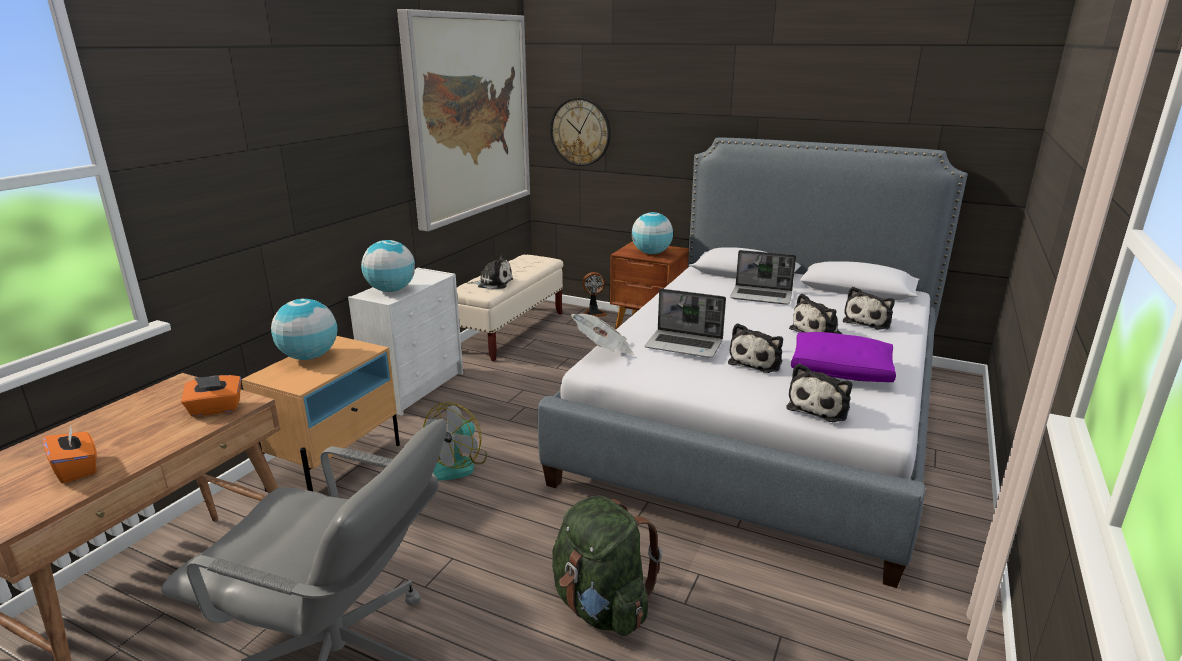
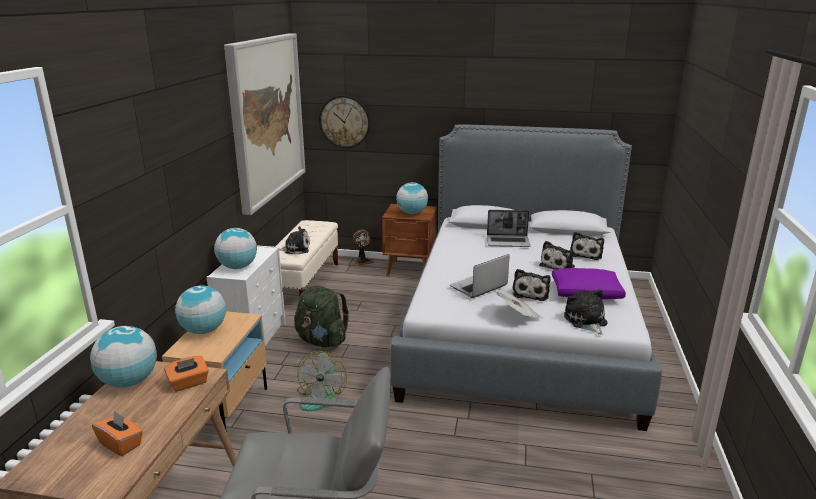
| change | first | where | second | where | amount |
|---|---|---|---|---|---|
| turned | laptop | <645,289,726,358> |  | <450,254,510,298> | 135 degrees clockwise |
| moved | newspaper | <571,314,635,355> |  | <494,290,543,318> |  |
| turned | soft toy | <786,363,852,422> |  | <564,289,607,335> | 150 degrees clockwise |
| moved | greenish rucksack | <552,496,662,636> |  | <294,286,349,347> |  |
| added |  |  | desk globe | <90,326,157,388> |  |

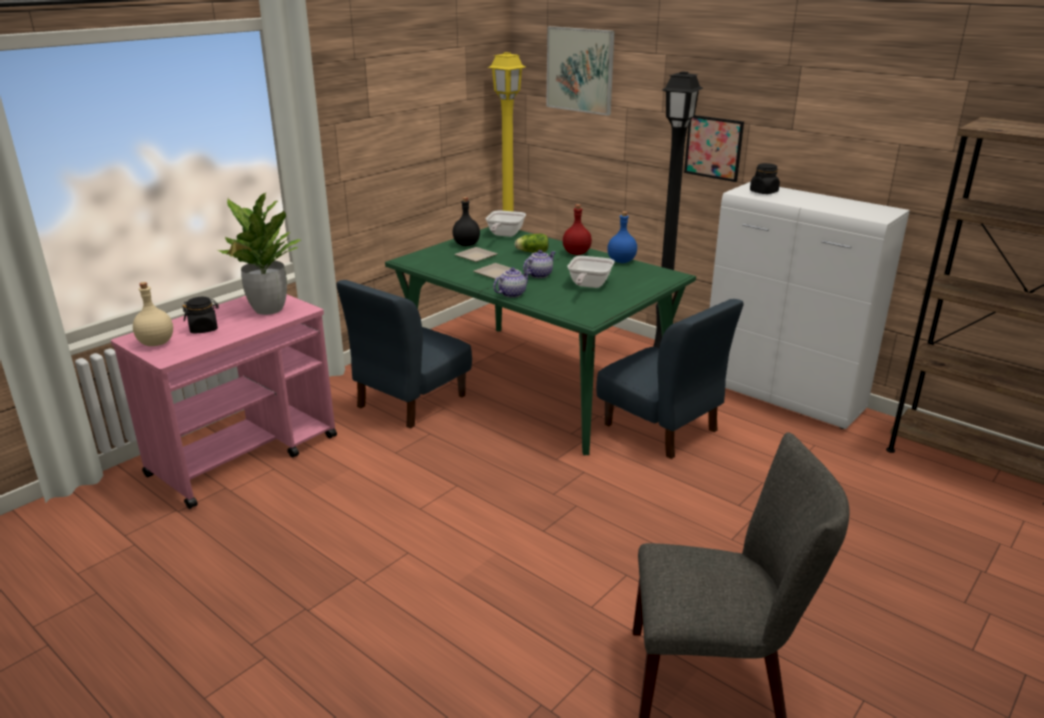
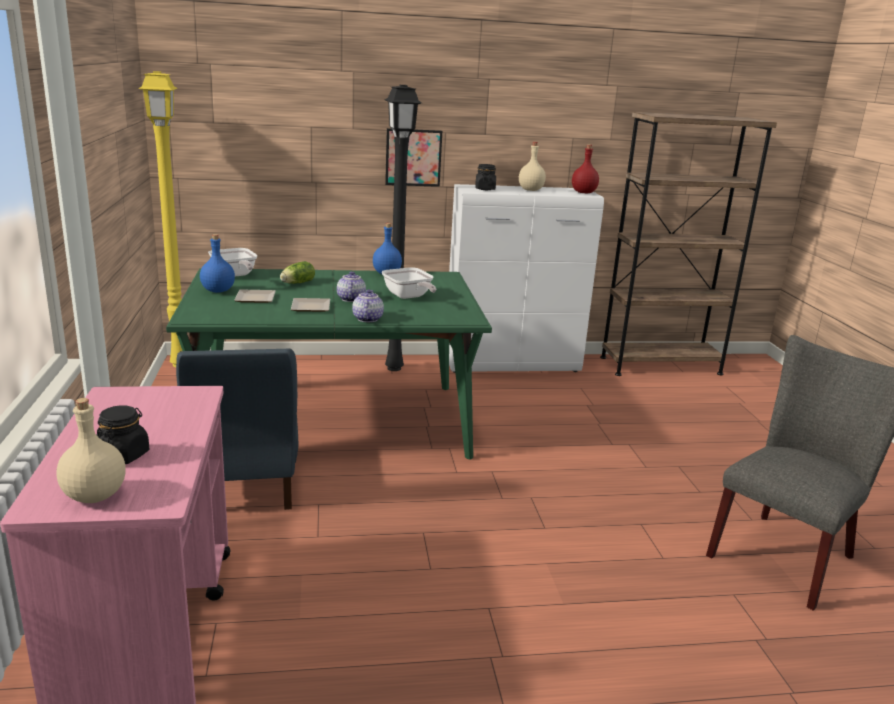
| change | first | where | second | where | amount |
|---|---|---|---|---|---|
| removed | wall art | <546,26,615,116> |  |  |  |
| removed | potted plant | <218,192,301,315> |  |  |  |
| recoloured | black-coloured drink bottle | <452,197,480,246> | blue-coloured drink bottle | <200,234,235,293> |  |
| moved | red-coloured drink bottle | <563,204,592,255> |  | <572,145,599,193> |  |
| removed | blue-coloured chair | <596,299,744,459> |  |  |  |
| added |  |  | sand-coloured drink bottle | <519,142,546,191> |  |

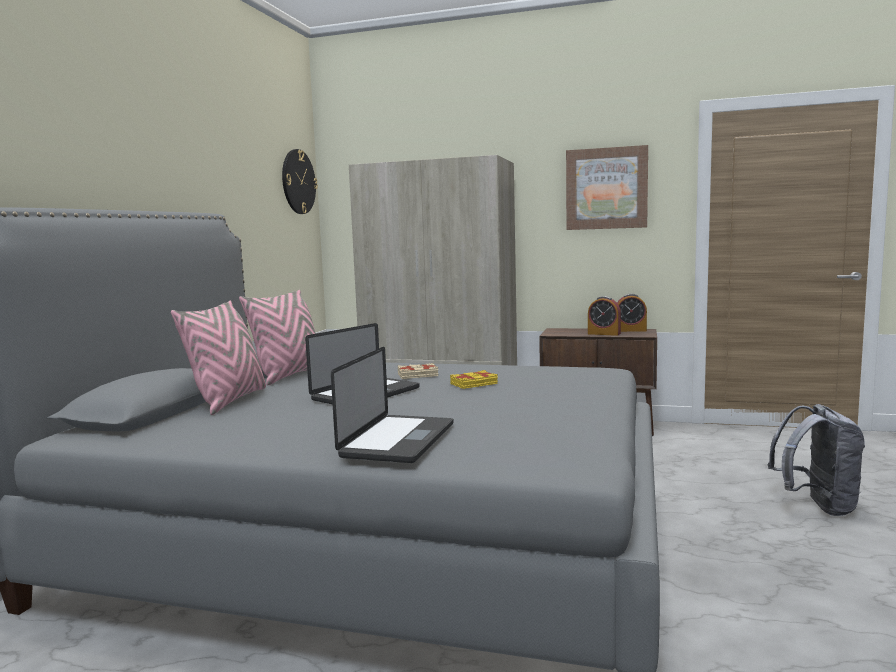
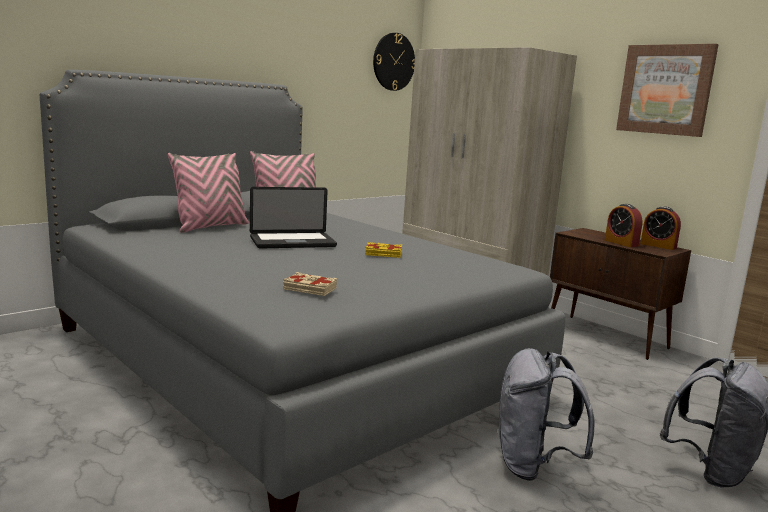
| change | first | where | second | where | amount |
|---|---|---|---|---|---|
| removed | laptop | <331,347,453,463> |  |  |  |
| moved | sand-coloured book | <398,363,439,379> |  | <283,272,337,296> |  |
| added |  |  | gray rucksack | <497,348,595,481> |  |

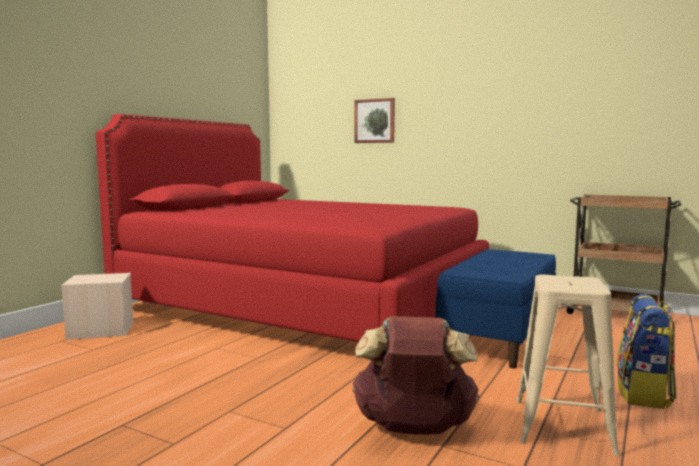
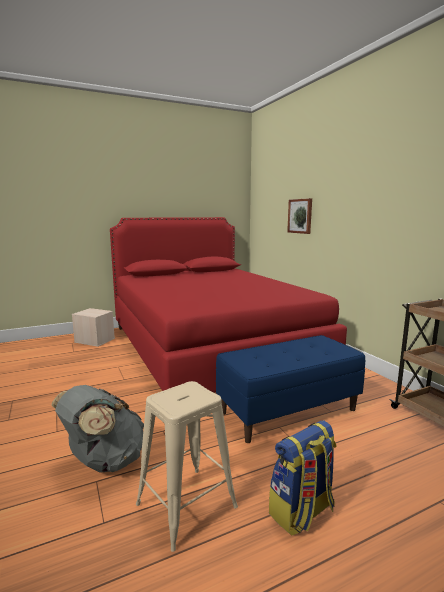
| change | first | where | second | where | amount |
|---|---|---|---|---|---|
| recoloured | brown rucksack | <352,316,479,435> | gray rucksack | <51,385,144,472> |  |

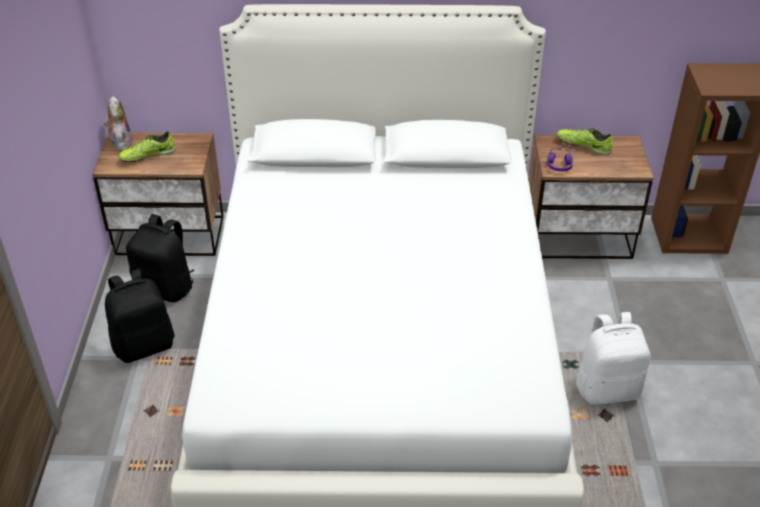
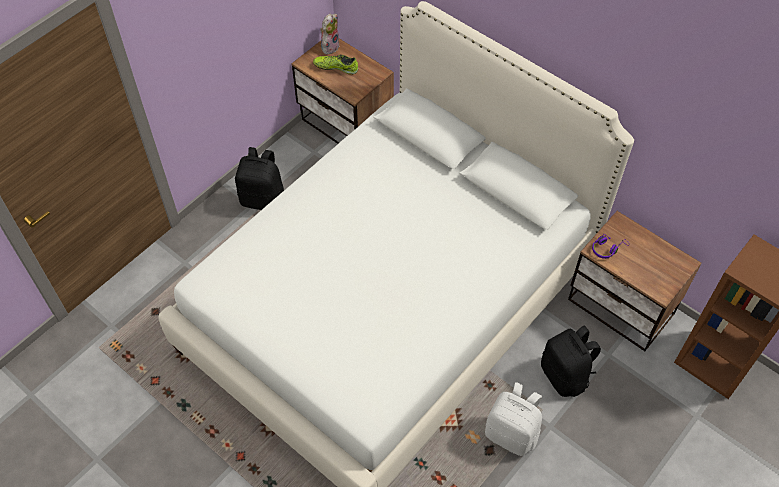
| change | first | where | second | where | amount |
|---|---|---|---|---|---|
| removed | shoe | <557,128,613,155> |  |  |  |
| moved | black-coloured rucksack | <126,214,194,302> |  | <541,326,601,397> |  |

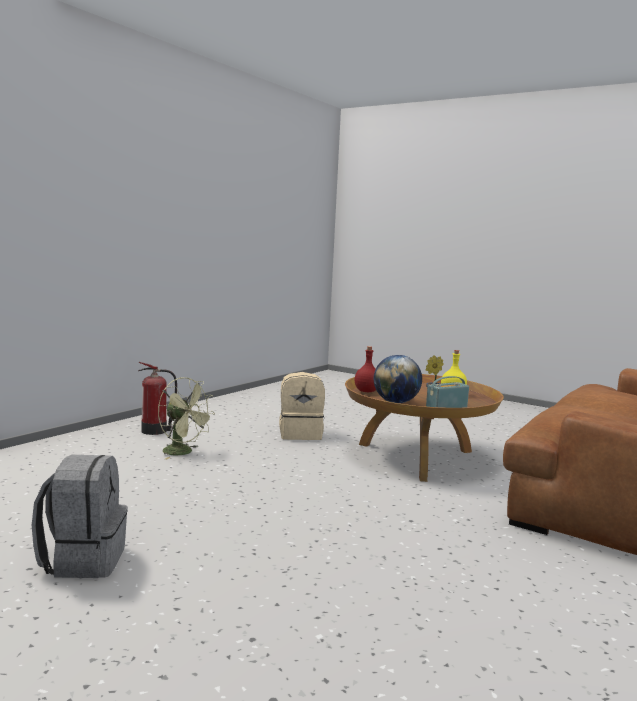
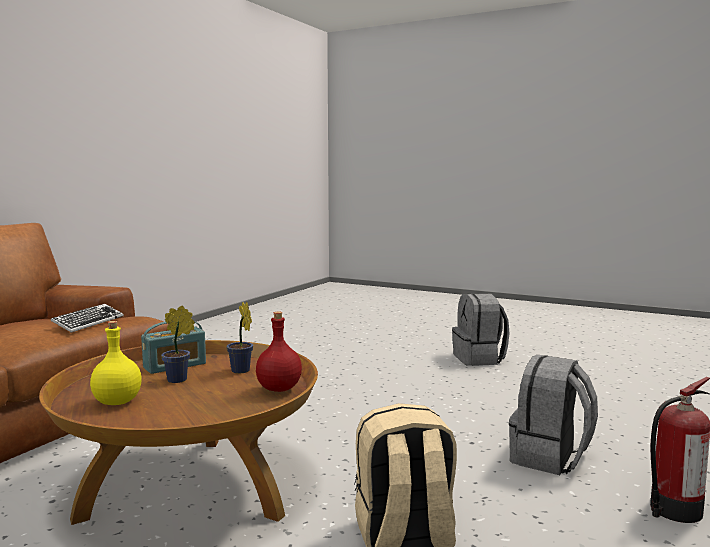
| change | first | where | second | where | amount |
|---|---|---|---|---|---|
| replaced | desk globe | <374,355,422,403> | potted plant | <226,302,253,373> |  |
| replaced | greenish fan | <158,377,215,459> | gray rucksack | <509,355,598,475> |  |
| added |  |  | computer keyboard | <51,304,123,333> |  |

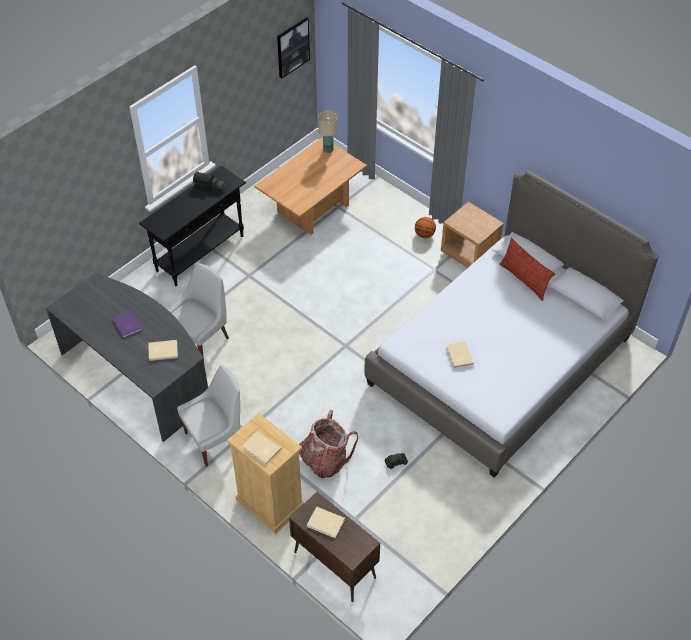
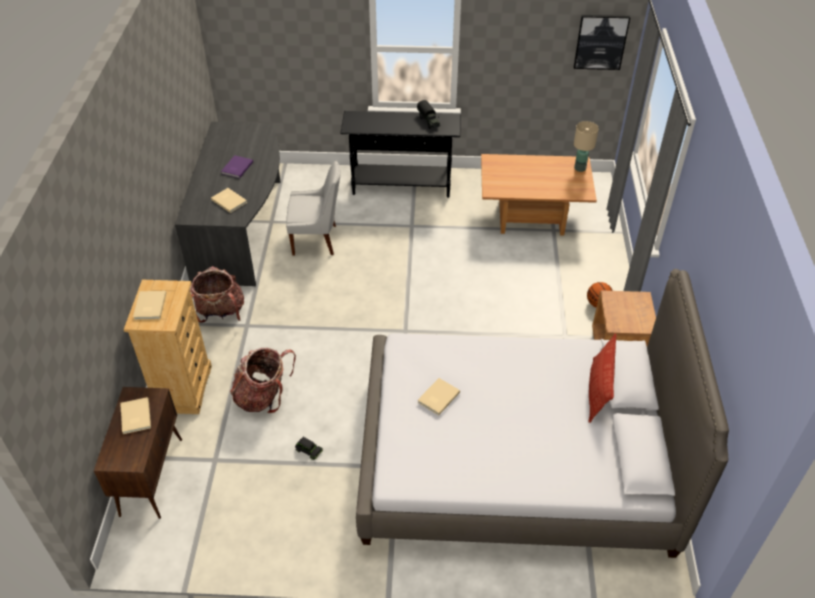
| change | first | where | second | where | amount |
|---|---|---|---|---|---|
| replaced | white chair | <177,365,240,467> | rucksack | <190,266,244,323> |  |

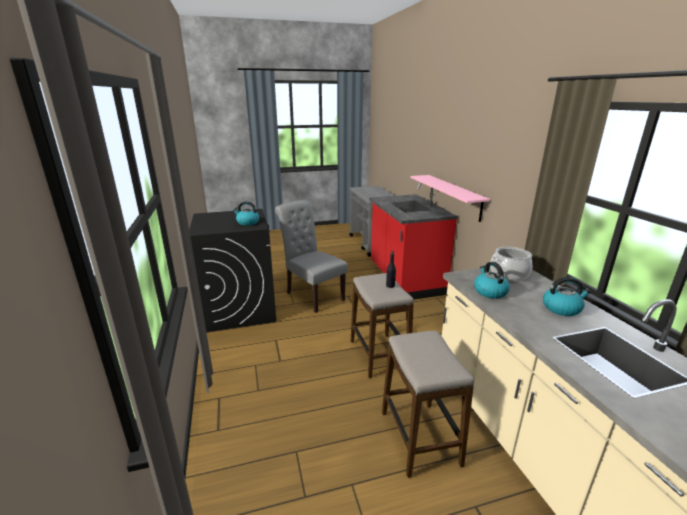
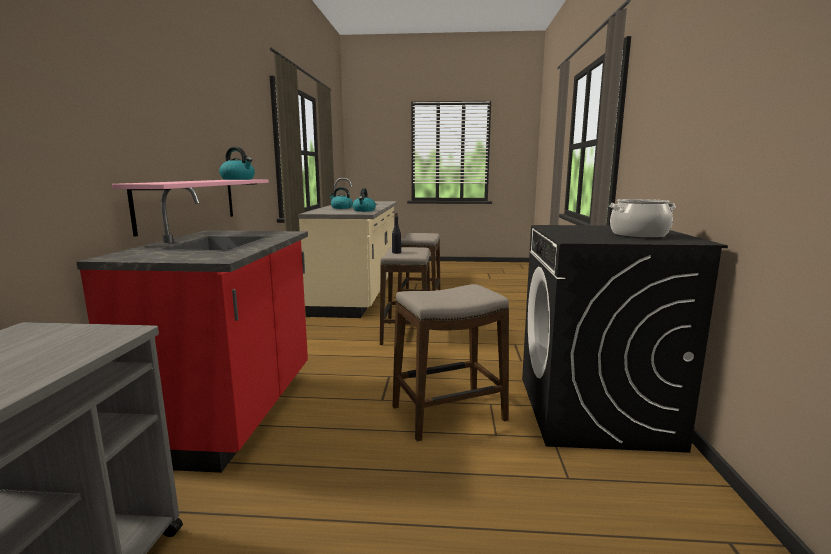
| change | first | where | second | where | amount |
|---|---|---|---|---|---|
| replaced | gray chair | <275,200,348,313> | stool seat | <393,284,509,442> |  |
| moved | water kettle | <233,201,259,225> |  | <219,147,255,180> |  |
| moved | stockpot | <490,247,532,281> |  | <609,199,676,238> |  |

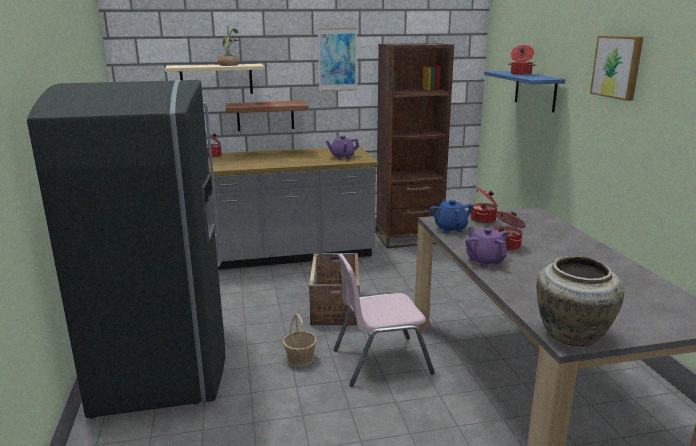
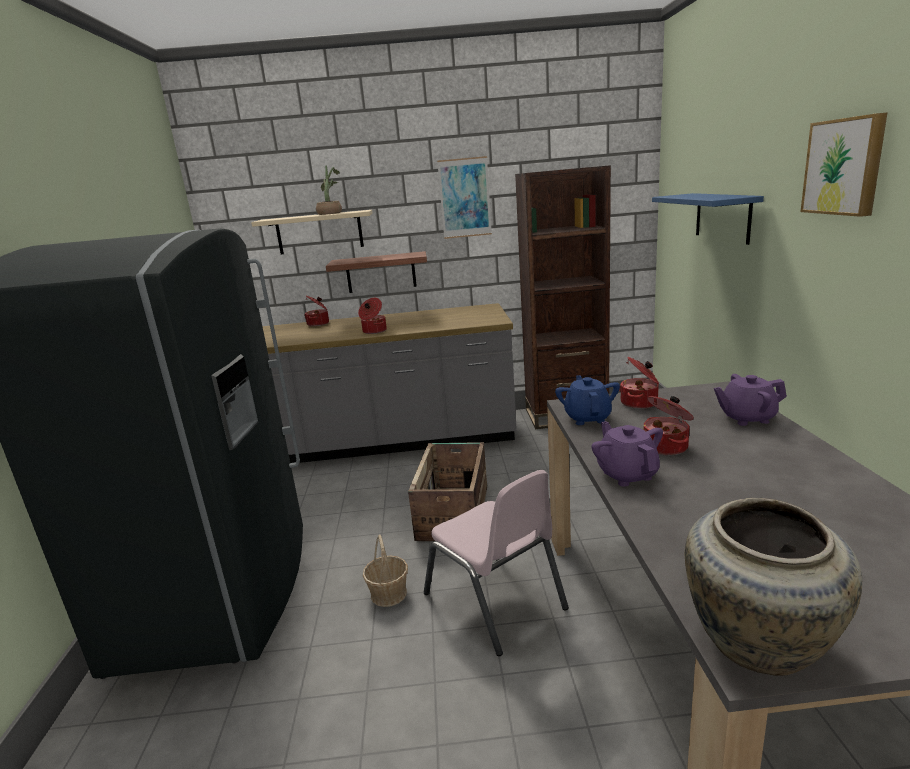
| change | first | where | second | where | amount |
|---|---|---|---|---|---|
| moved | stockpot | <508,45,536,75> |  | <358,298,387,334> |  |
| moved | purple-coloured tea pot | <326,136,360,159> |  | <714,374,787,426> |  |
| turned | pink chair | <333,253,435,387> |  | <424,470,569,656> | 120 degrees counterclockwise |

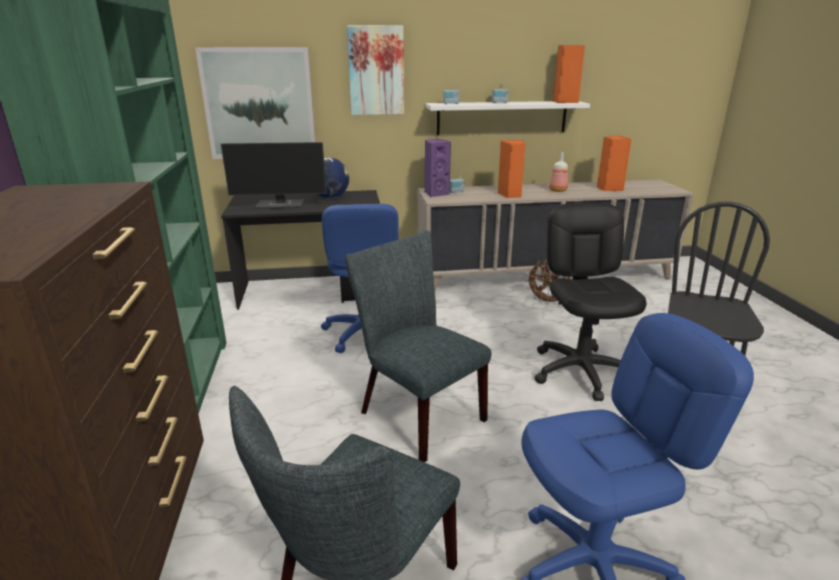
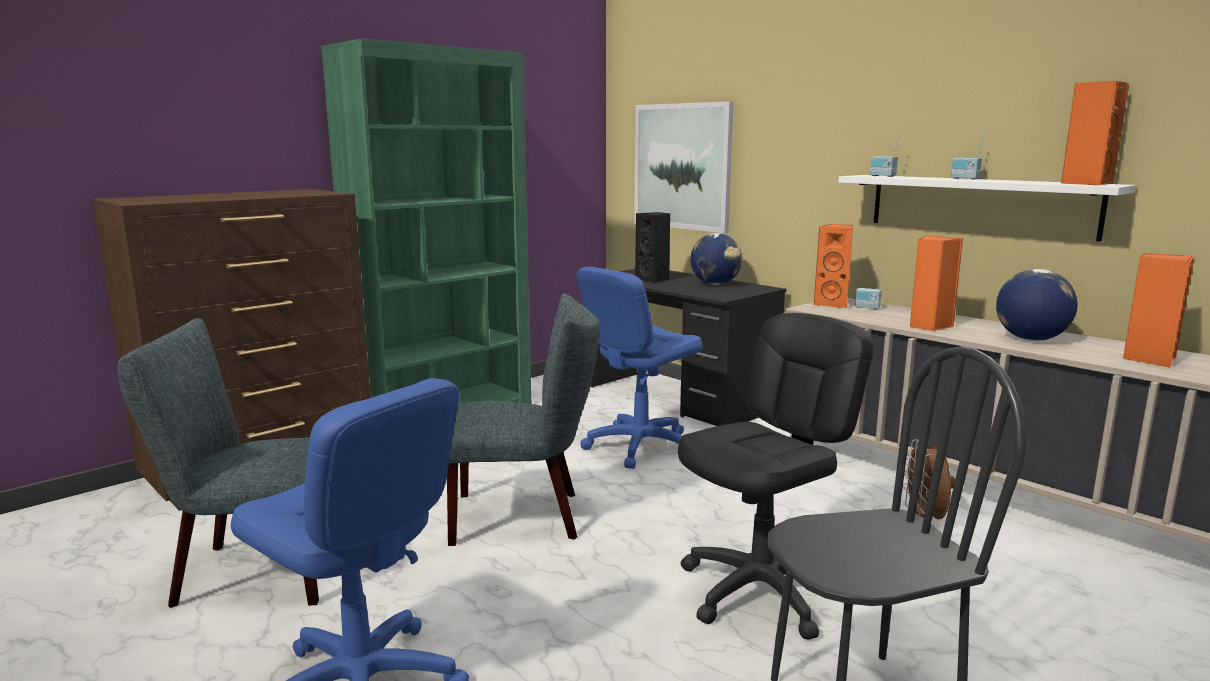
| change | first | where | second | where | amount |
|---|---|---|---|---|---|
| removed | wall art | <347,25,404,115> |  |  |  |
| recoloured | purple-coloured loudspeaker | <425,139,451,197> | orange loudspeaker | <814,224,853,308> |  |
| replaced | computer screen | <221,142,326,209> | black-coloured loudspeaker | <635,212,670,283> |  |
| replaced | drink bottle | <549,152,568,192> | desk globe | <996,269,1078,341> |  |
| turned | gray chair | <345,231,491,462> |  | <447,293,600,546> | 75 degrees clockwise |

